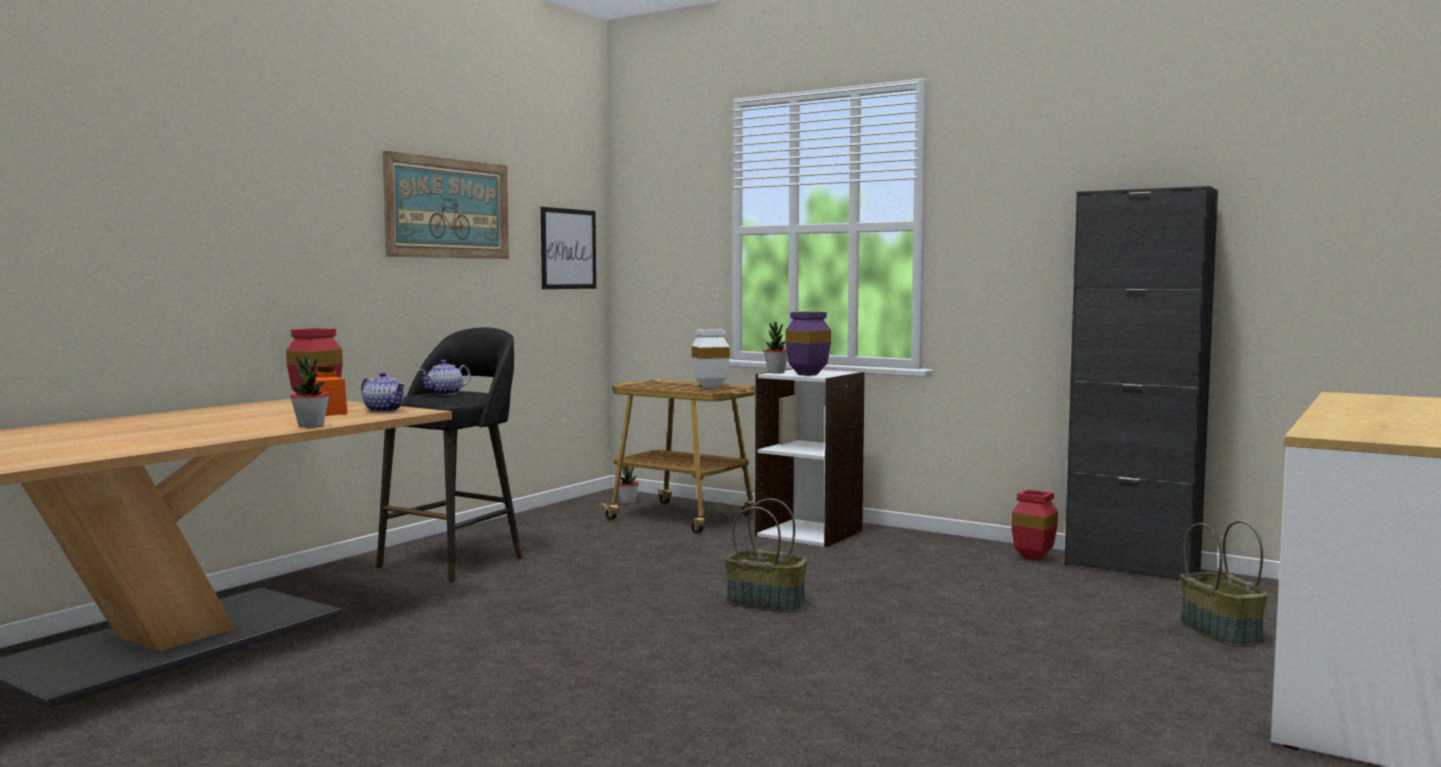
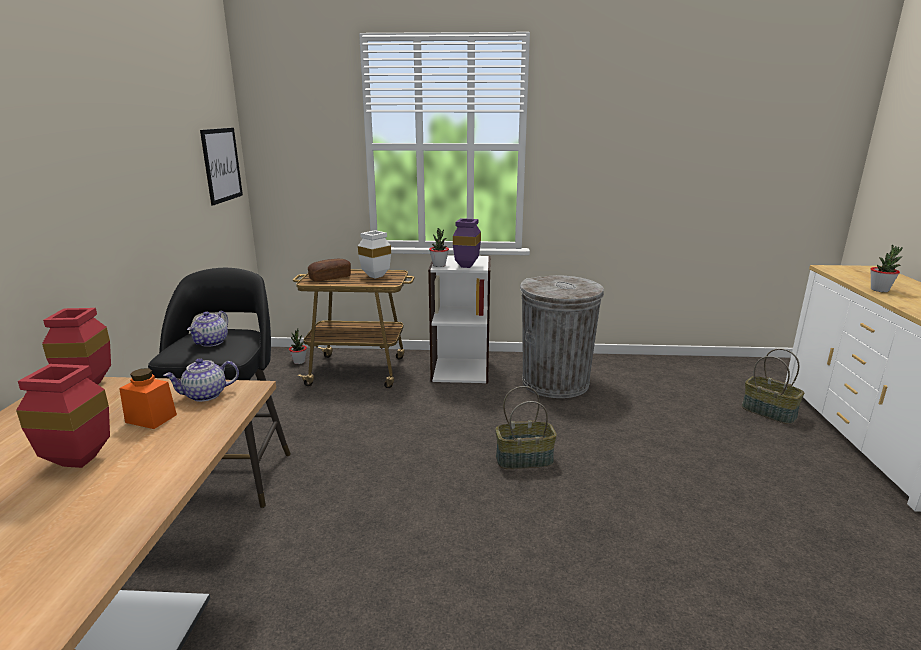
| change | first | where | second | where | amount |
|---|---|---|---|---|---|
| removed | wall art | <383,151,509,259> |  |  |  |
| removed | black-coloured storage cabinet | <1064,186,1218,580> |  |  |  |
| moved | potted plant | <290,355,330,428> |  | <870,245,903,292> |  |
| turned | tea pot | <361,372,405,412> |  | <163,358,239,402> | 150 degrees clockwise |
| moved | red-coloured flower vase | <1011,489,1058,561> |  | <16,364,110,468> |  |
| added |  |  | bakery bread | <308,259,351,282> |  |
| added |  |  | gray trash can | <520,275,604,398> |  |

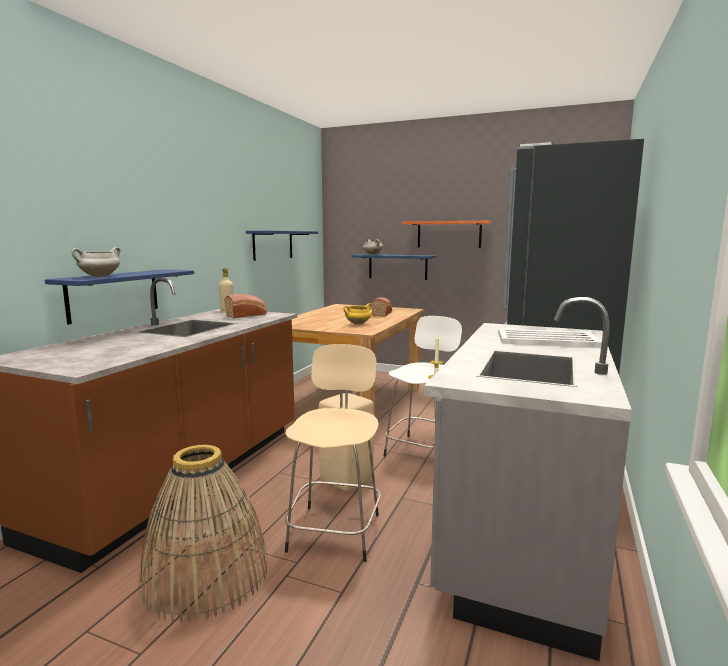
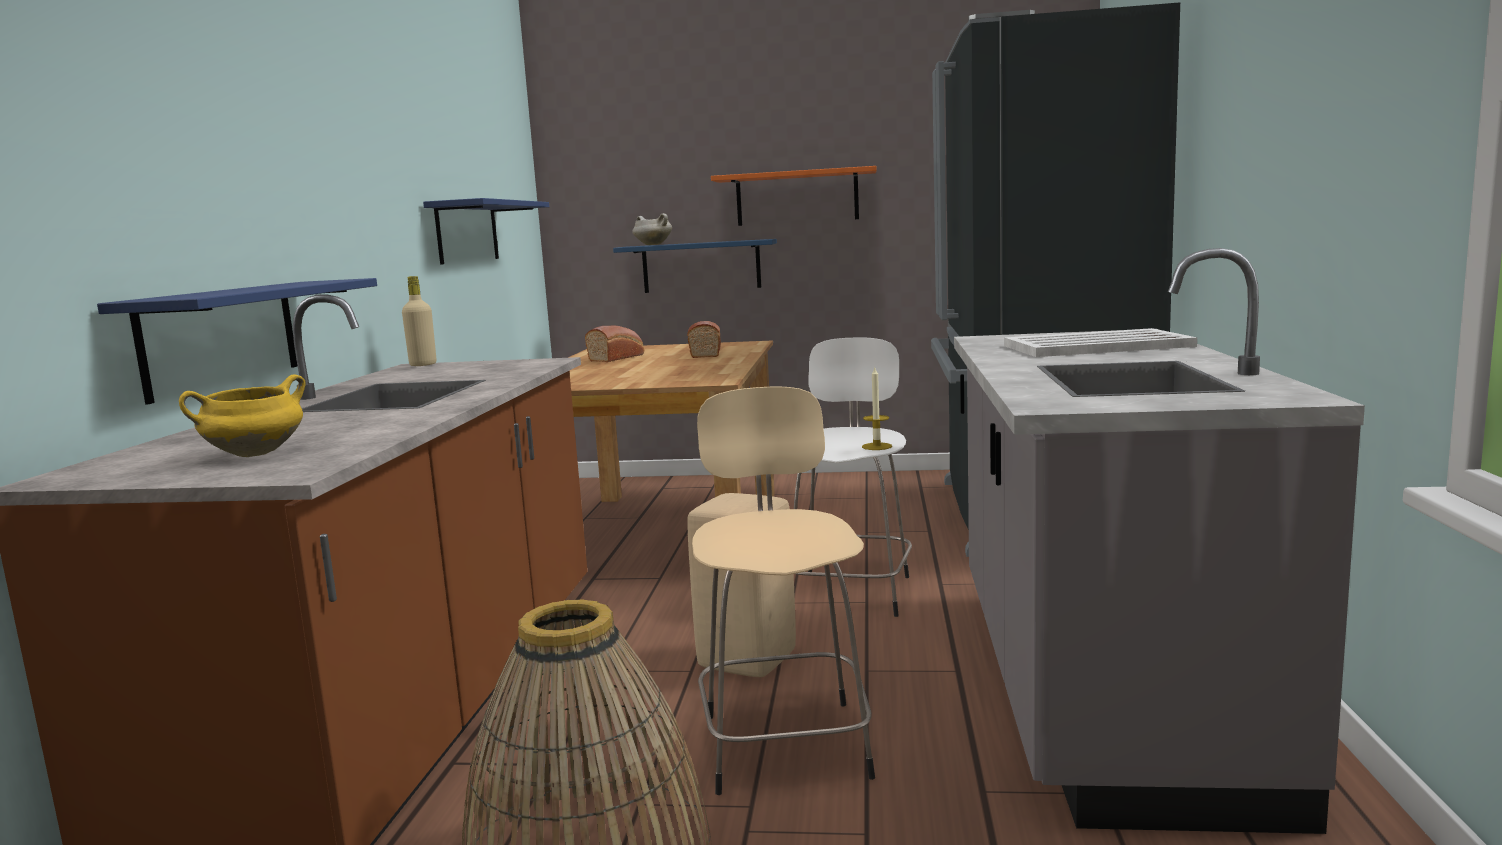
| change | first | where | second | where | amount |
|---|---|---|---|---|---|
| removed | white stockpot | <72,247,121,277> |  |  |  |
| moved | bakery bread | <225,294,267,318> |  | <585,326,644,362> |  |
| moved | yellow-coloured stockpot | <343,303,372,325> |  | <179,374,306,457> |  |

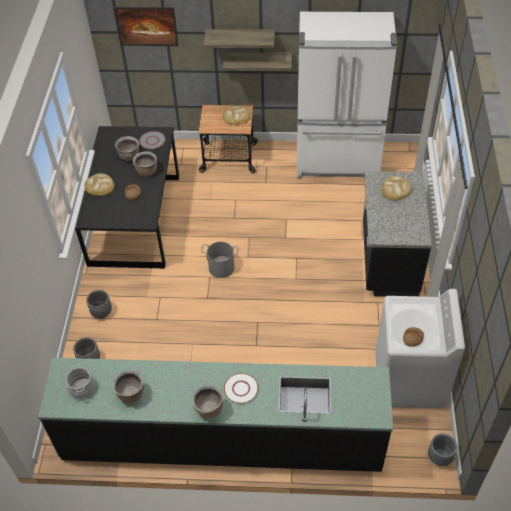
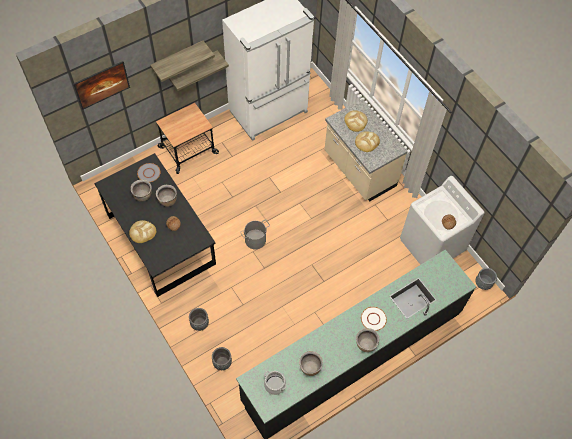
| change | first | where | second | where | amount |
|---|---|---|---|---|---|
| moved | bakery bread | <223,105,251,125> |  | <355,131,380,152> |  |
| recoloured | black-coloured kitchen base unit | <363,171,432,297> | sand-coloured kitchen base unit | <324,99,408,201> |  |

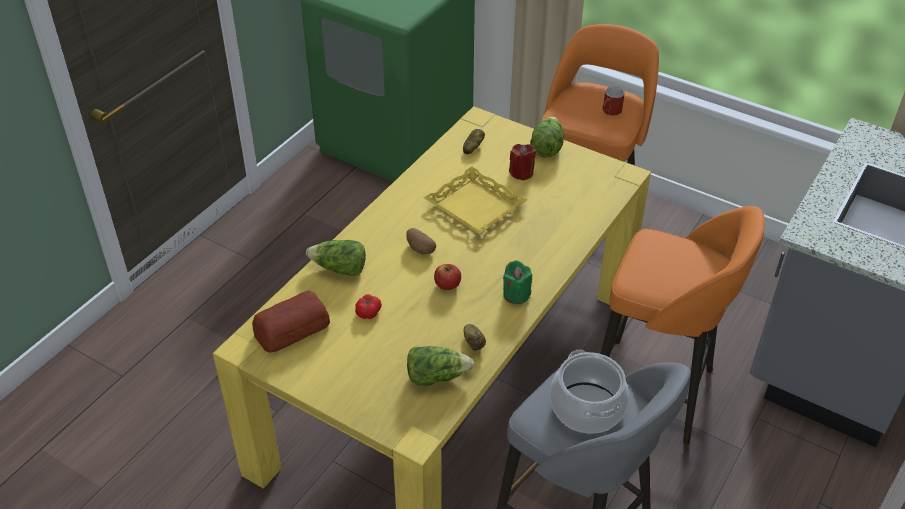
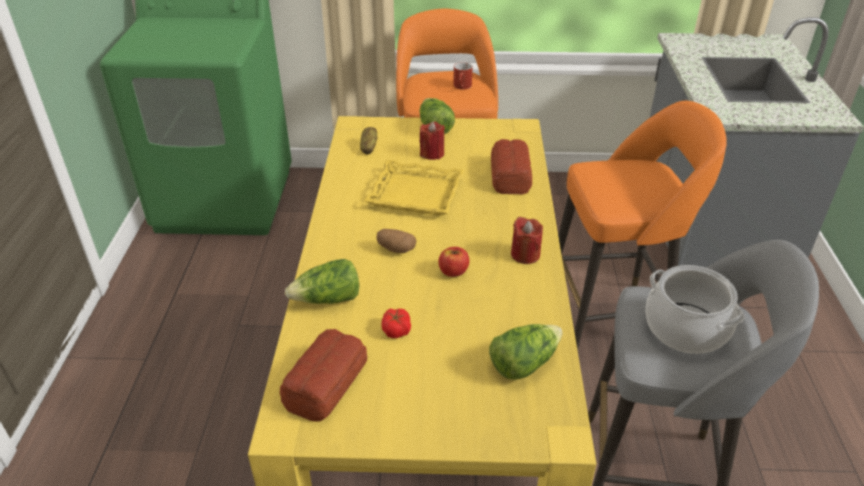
| change | first | where | second | where | amount |
|---|---|---|---|---|---|
| recoloured | greenish wax light | <503,260,532,304> | red-coloured wax light | <511,217,543,264> |  |
| removed | potato | <464,324,486,351> |  |  |  |
| added |  |  | bakery bread | <491,139,532,194> |  |

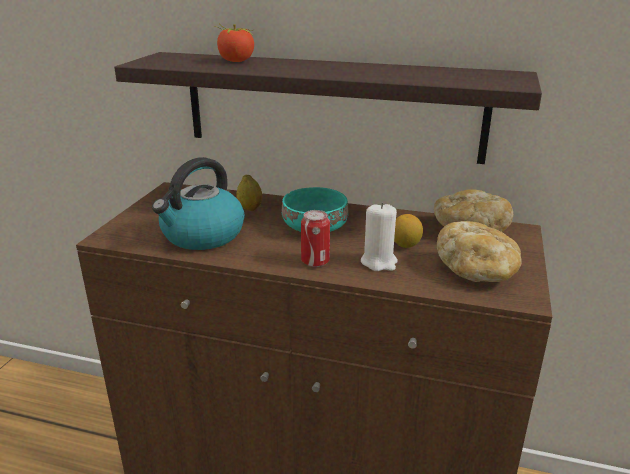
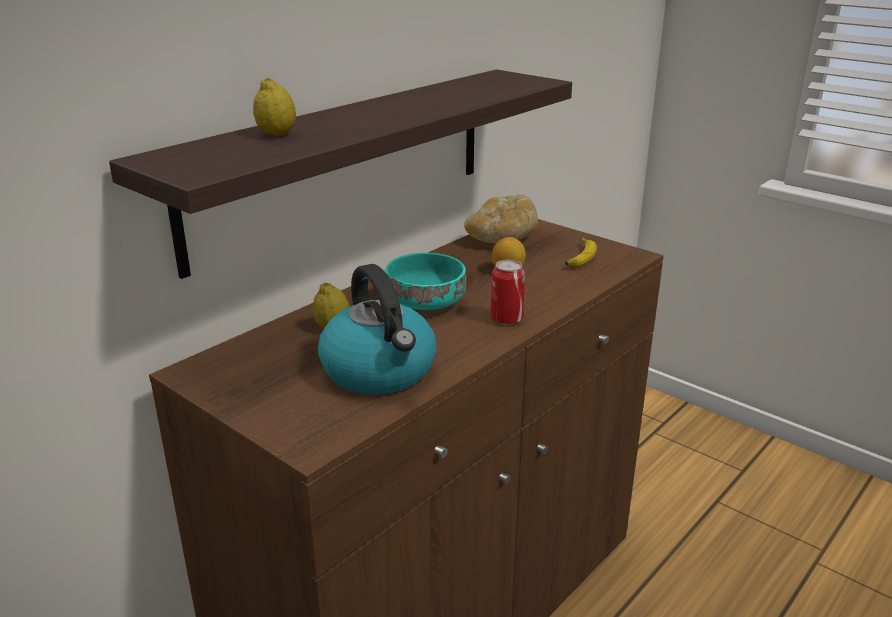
| change | first | where | second | where | amount |
|---|---|---|---|---|---|
| replaced | whole tomato | <214,23,254,62> | citrus fruit | <253,78,296,136> |  |
| removed | white wax light | <361,202,398,271> |  |  |  |
| replaced | bakery bread | <437,221,522,282> | whole banana | <565,237,597,268> |  |

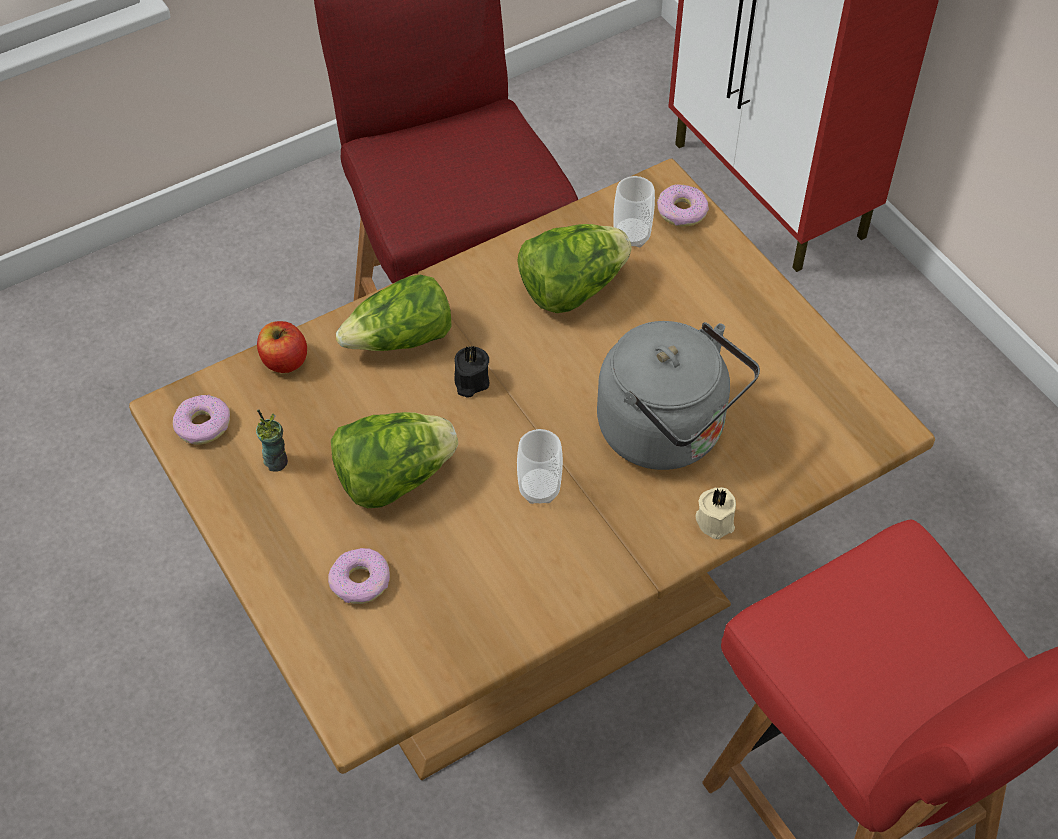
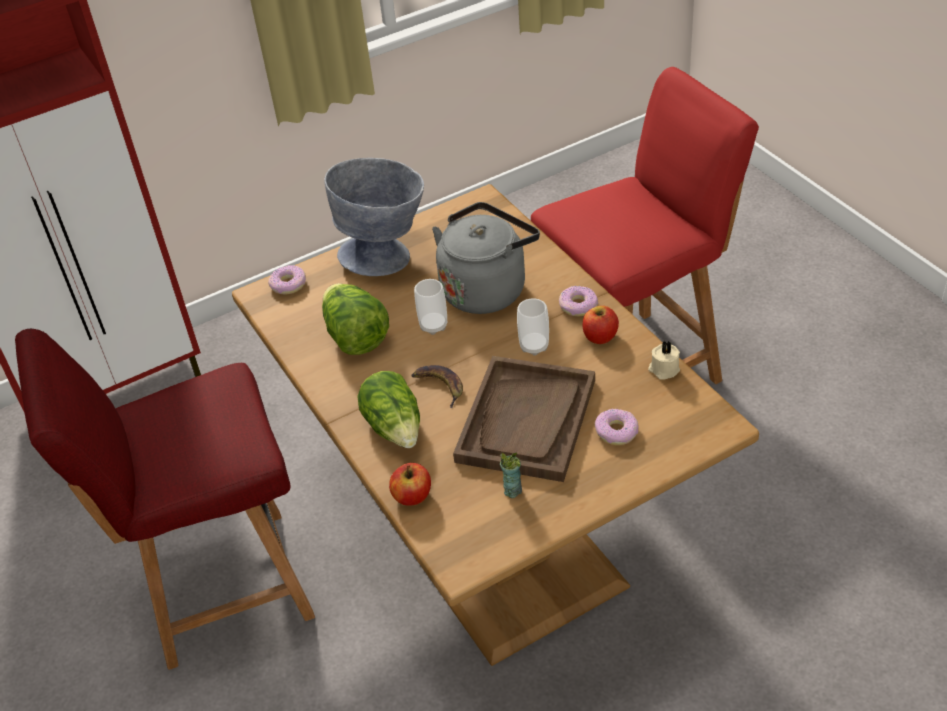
| change | first | where | second | where | amount |
|---|---|---|---|---|---|
| moved | small cup | <613,176,655,247> |  | <414,279,447,335> |  |
| replaced | black-coloured wax light | <454,345,489,397> | whole banana | <411,365,463,408> |  |
| moved | ring doughnut | <173,395,230,445> |  | <559,286,598,316> |  |
| replaced | lettuce head | <331,412,458,508> | brown serving tray | <453,356,595,482> |  |
| moved | sand-coloured wax light | <696,487,736,539> |  | <648,341,680,380> |  |
| added |  |  | gray serving bowl | <324,158,424,276> |  |
| added |  |  | apple fruit | <583,306,619,344> |  |

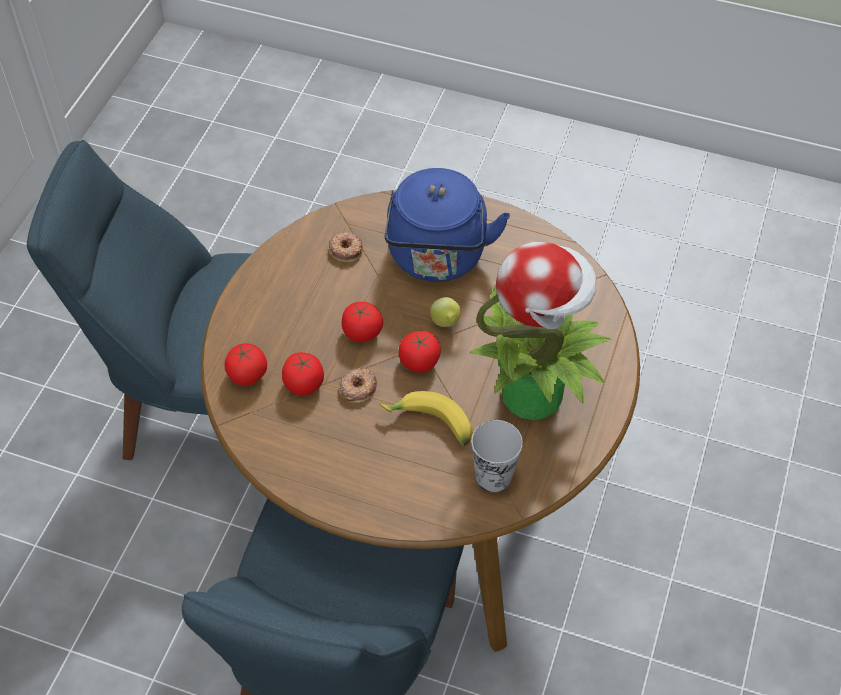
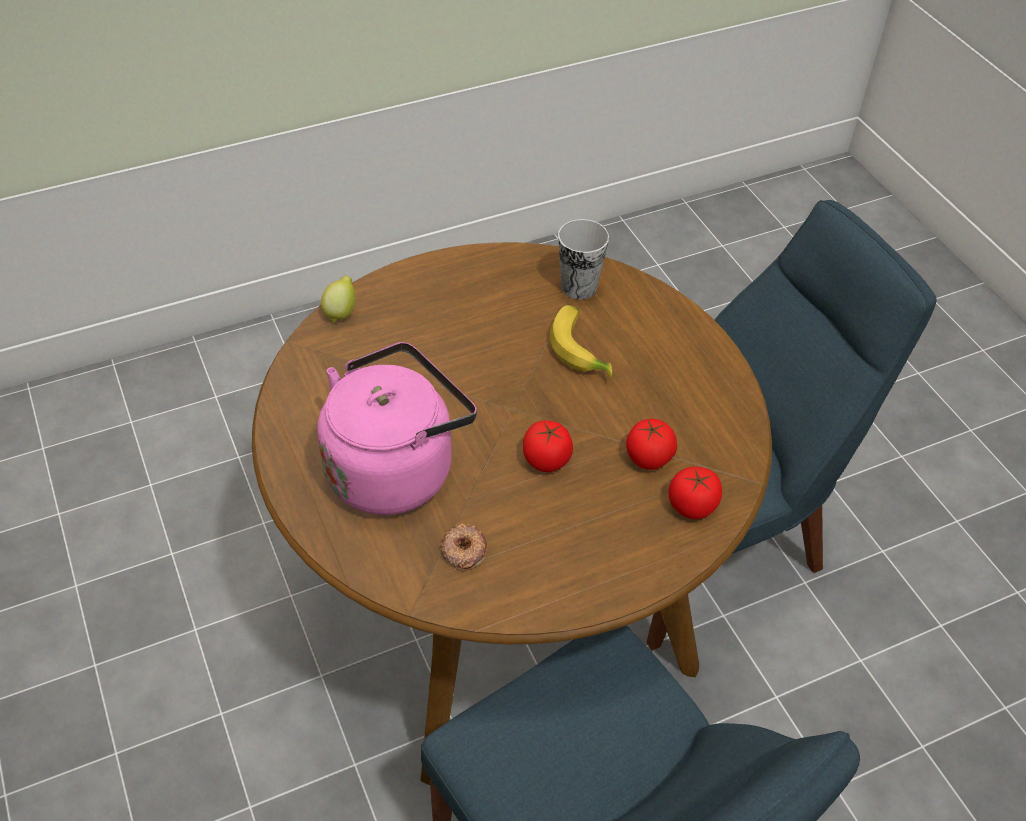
| change | first | where | second | where | amount |
|---|---|---|---|---|---|
| recoloured | blue-coloured water kettle | <385,168,510,282> | pink water kettle | <318,342,477,515> |  |
| removed | potted plant | <469,242,611,420> |  |  |  |
| moved | citrus fruit | <430,297,461,327> |  | <321,276,356,323> |  |
| removed | whole tomato | <398,331,441,373> |  |  |  |
| removed | ring doughnut | <340,368,377,403> |  |  |  |

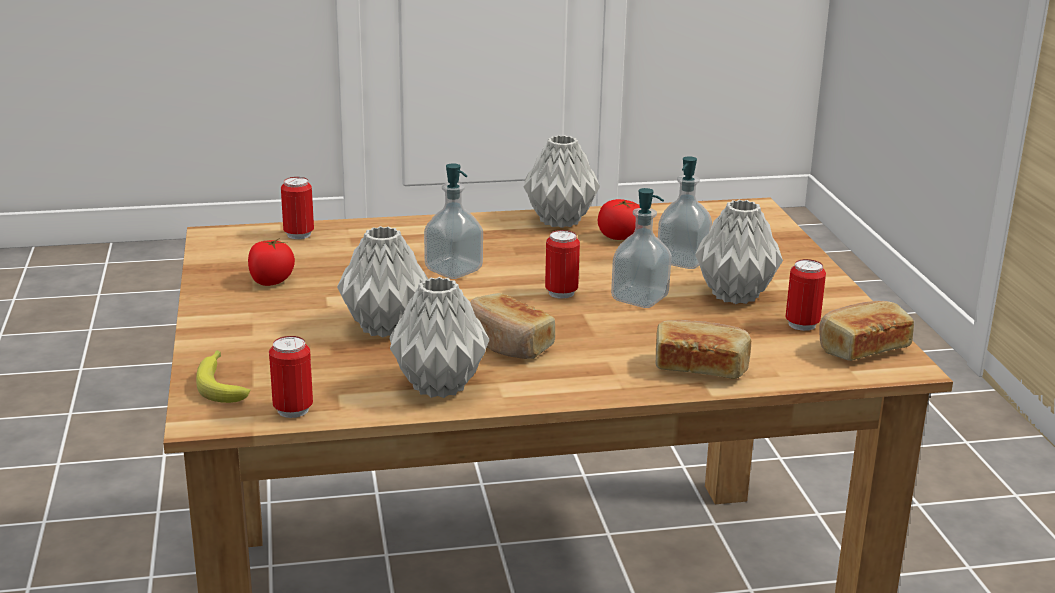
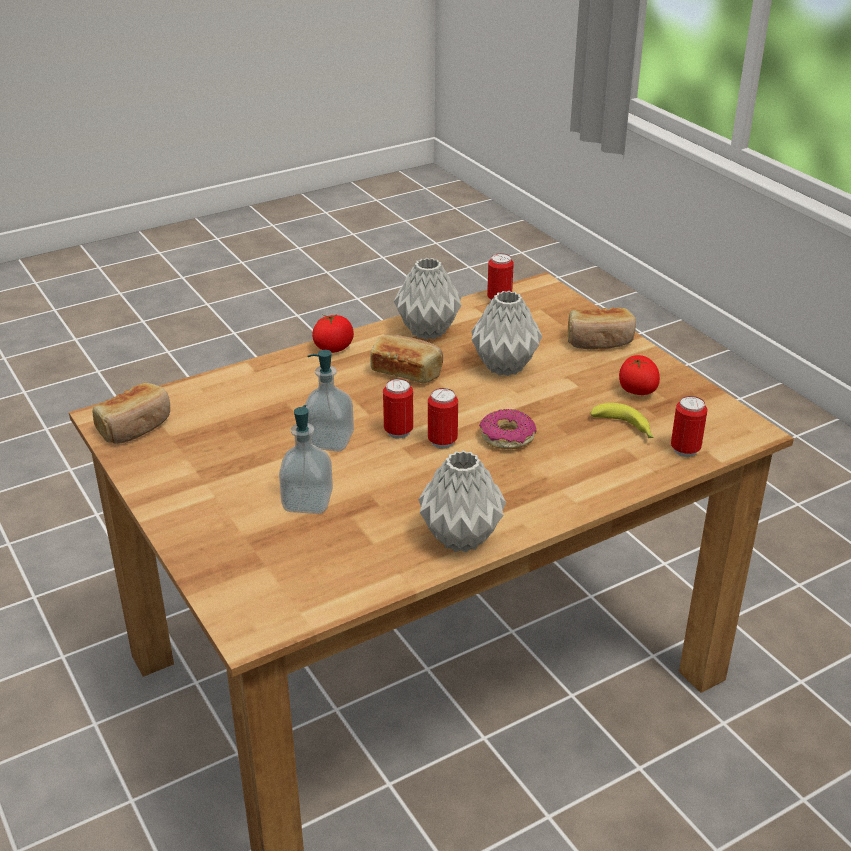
| change | first | where | second | where | amount |
|---|---|---|---|---|---|
| replaced | liquid soap bottle | <424,163,483,279> | ring doughnut | <479,409,537,449> |  |
| moved | whole tomato | <598,199,640,240> |  | <312,314,354,353> |  |
| removed | gray flower vase | <695,199,783,304> |  |  |  |
| moved | metal can | <785,259,826,331> |  | <428,388,458,449> |  |
| moved | bakery bread | <656,320,751,379> |  | <568,308,636,349> |  |
| moved | whole banana | <196,350,251,403> |  | <591,403,654,438> |  |

